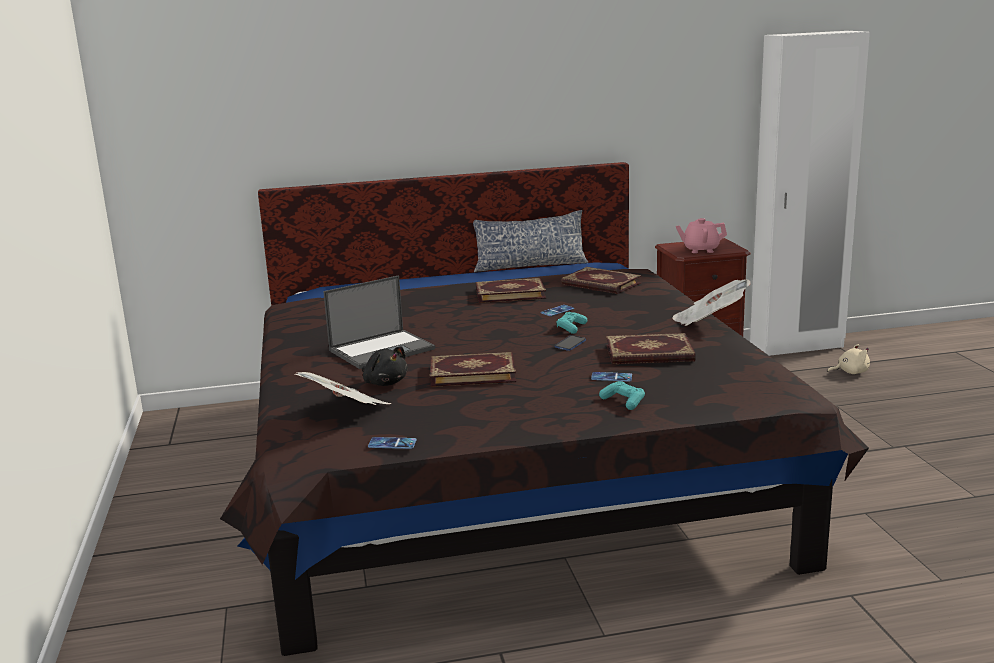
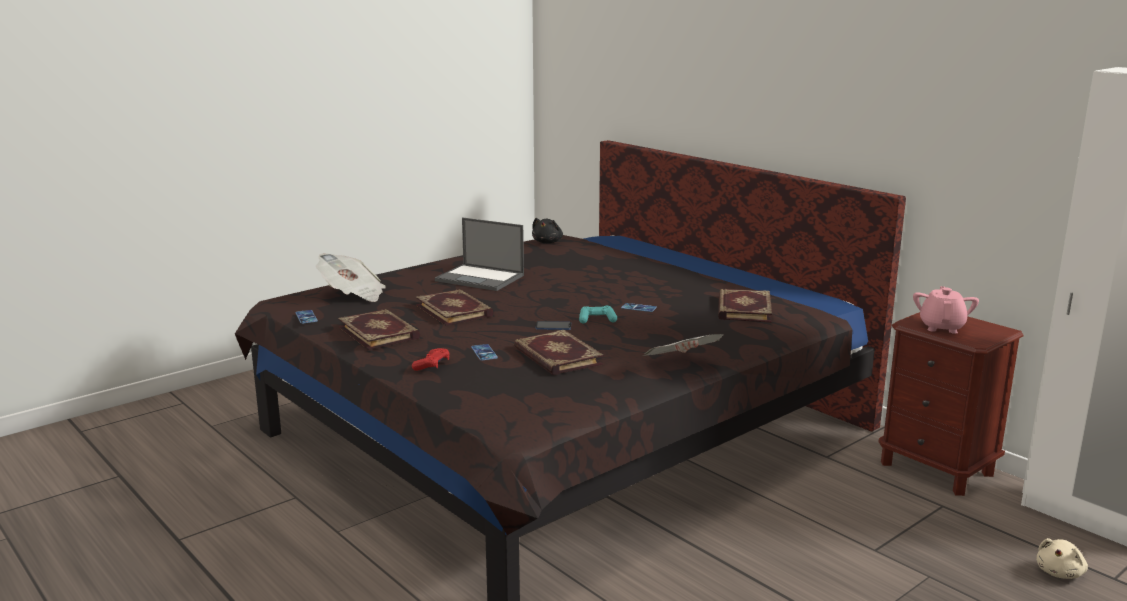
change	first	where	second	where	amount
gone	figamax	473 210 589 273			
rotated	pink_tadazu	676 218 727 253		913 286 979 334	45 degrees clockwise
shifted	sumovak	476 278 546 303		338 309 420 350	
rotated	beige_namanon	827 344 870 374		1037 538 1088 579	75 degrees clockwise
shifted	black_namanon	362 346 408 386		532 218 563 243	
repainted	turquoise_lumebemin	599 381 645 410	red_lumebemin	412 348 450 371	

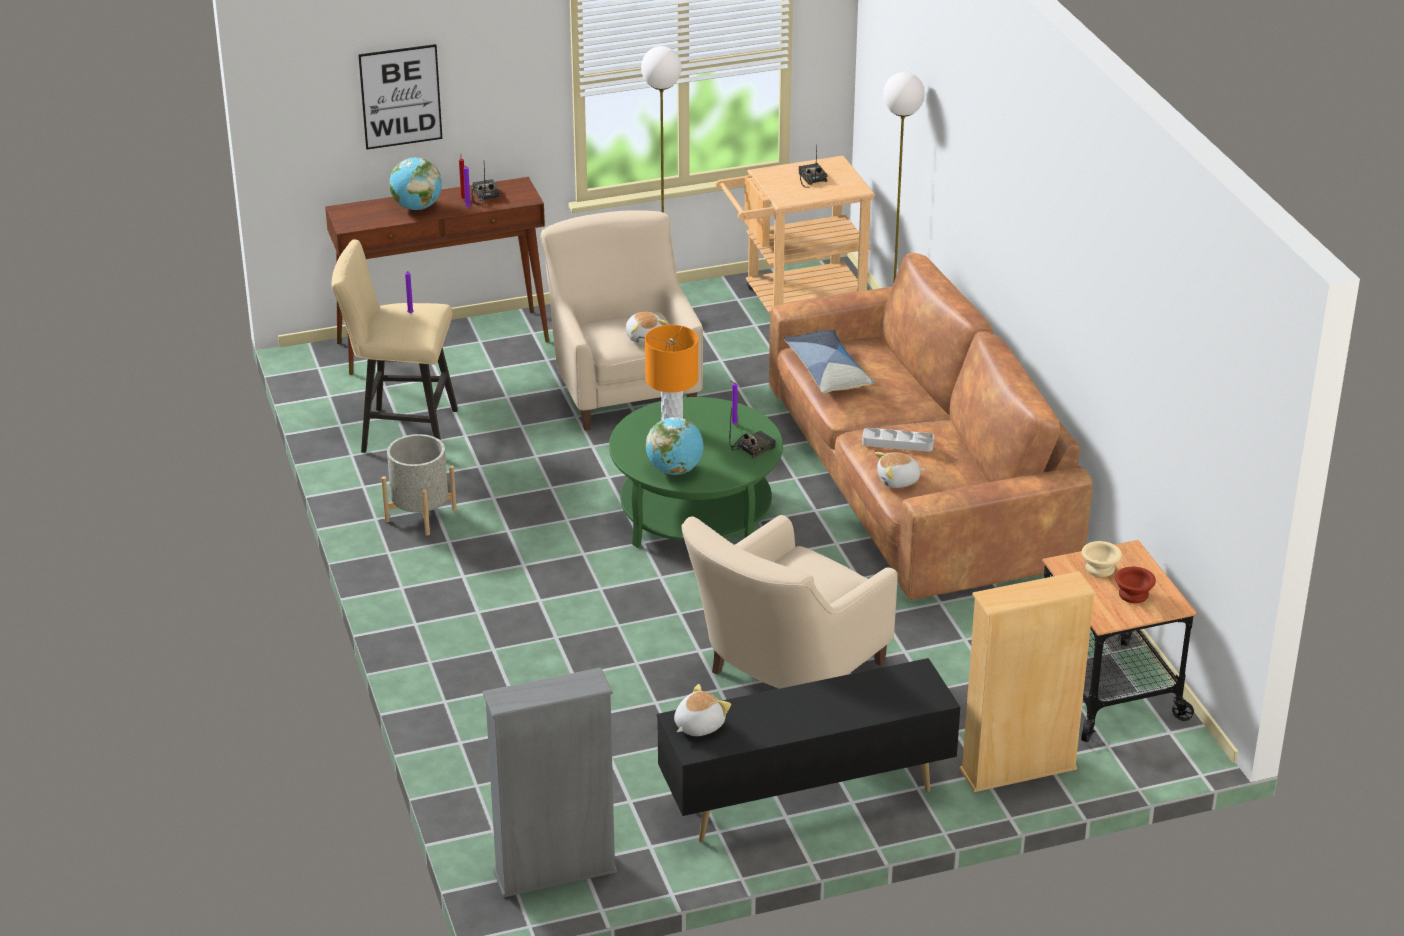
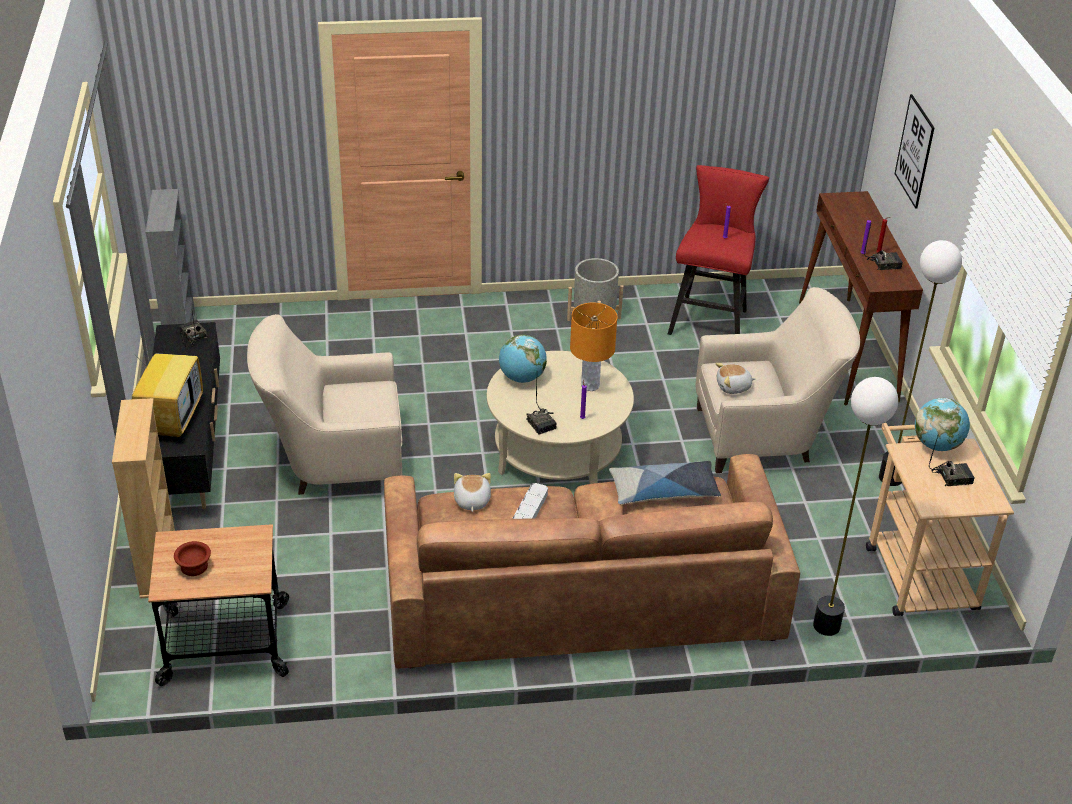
change	first	where	second	where	amount
shifted	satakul	390 157 442 210		915 398 970 451	
repainted	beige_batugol	331 239 458 453	red_batugol	668 165 769 335	
repainted	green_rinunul	609 397 783 548	beige_rinunul	487 351 634 484	
rotated	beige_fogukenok	681 515 898 689		247 314 402 495	60 degrees counterclockwise
gone	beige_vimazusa	1082 541 1122 577			
swapped	namanon	674 684 731 736	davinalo	179 312 208 347	
new			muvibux	132 324 203 438	

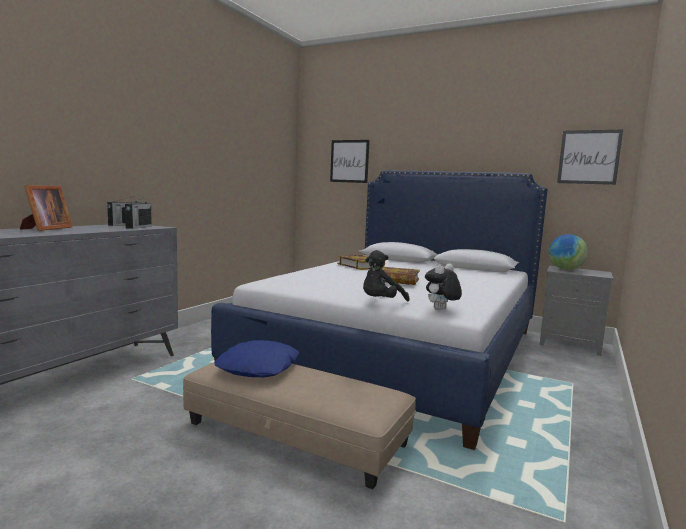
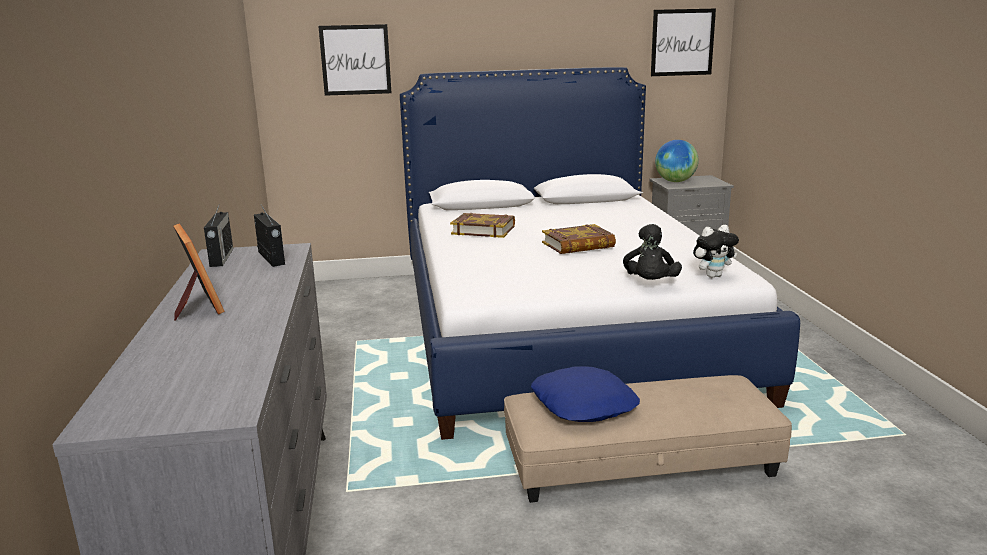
change	first	where	second	where	amount
rotated	namanon	425 263 462 310		693 225 739 278	120 degrees counterclockwise

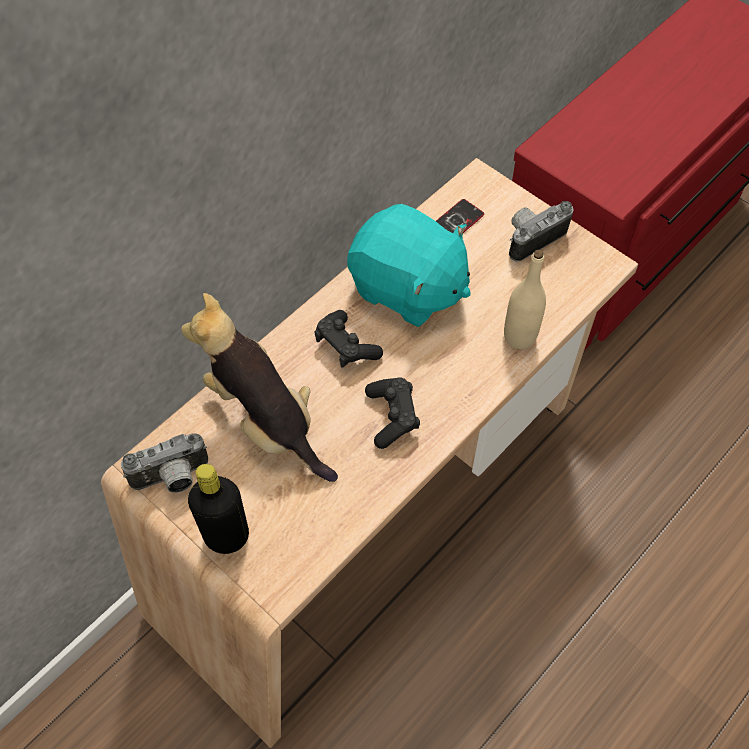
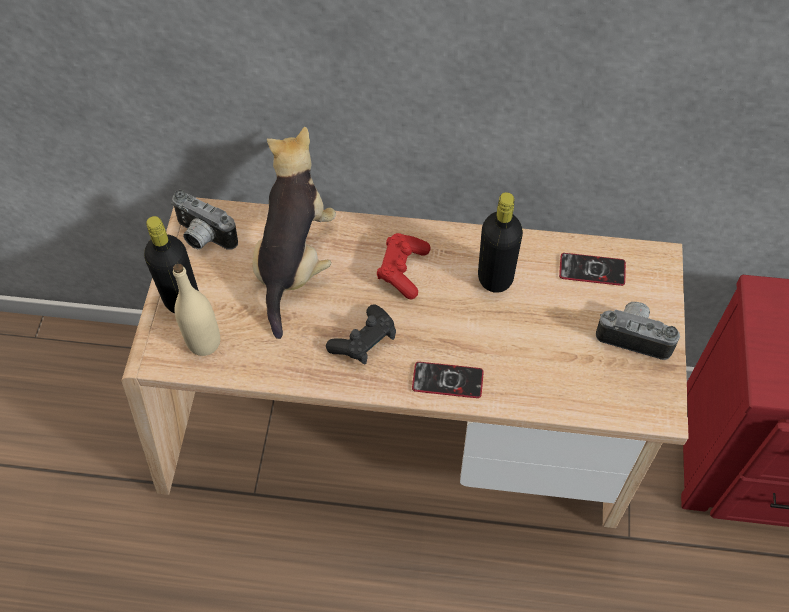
change	first	where	second	where	amount
swapped	turquoise_namanon	347 204 471 327	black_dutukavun	478 192 523 293	
shifted	beige_dutukavun	504 250 546 349		173 264 220 356	
repainted	black_lumebemin	314 310 383 367	red_lumebemin	377 233 431 300	
new			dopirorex	412 362 484 398	

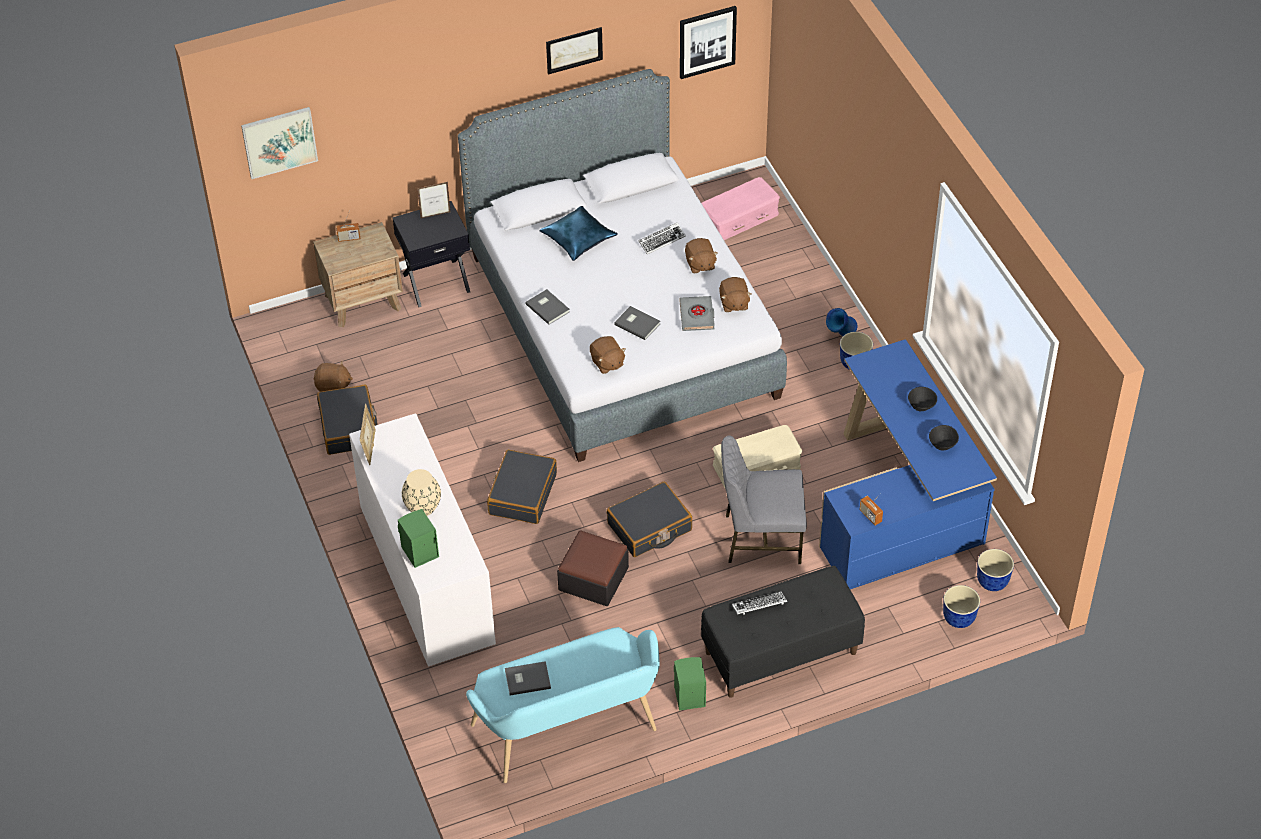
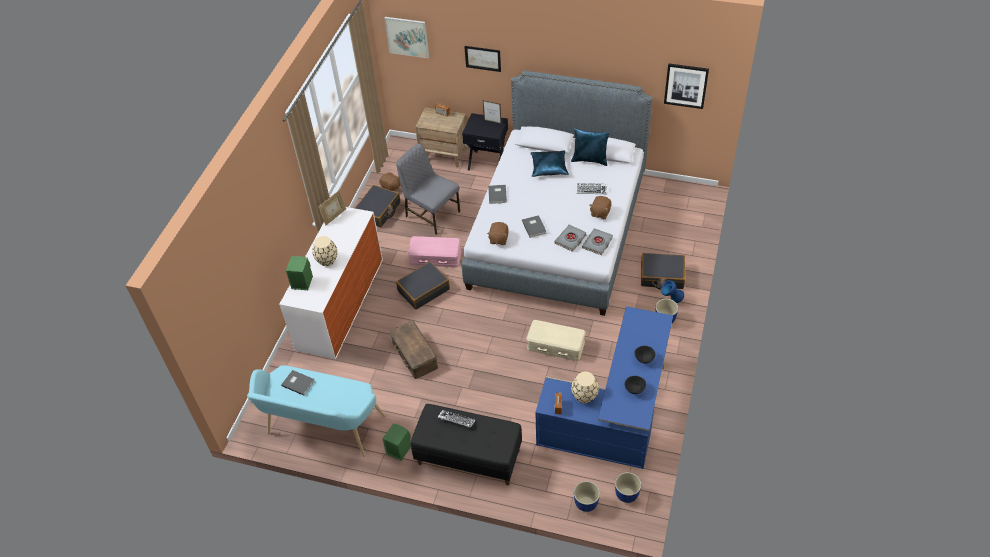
change	first	where	second	where	amount
shifted	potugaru	546 27 603 75		464 46 501 72	
shifted	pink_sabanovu	702 177 780 240		408 236 461 267	
swapped	brown_namanon	719 277 752 312	grey_sumovak	582 228 613 255	
shifted	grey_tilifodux	721 435 807 564		396 144 460 235	
shifted	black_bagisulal	607 482 692 557		641 253 685 290	
swapped	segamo	557 530 629 606	brown_sabanovu	390 321 438 379	
new			blue_figamax	571 128 609 166	
new			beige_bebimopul	571 371 599 404	

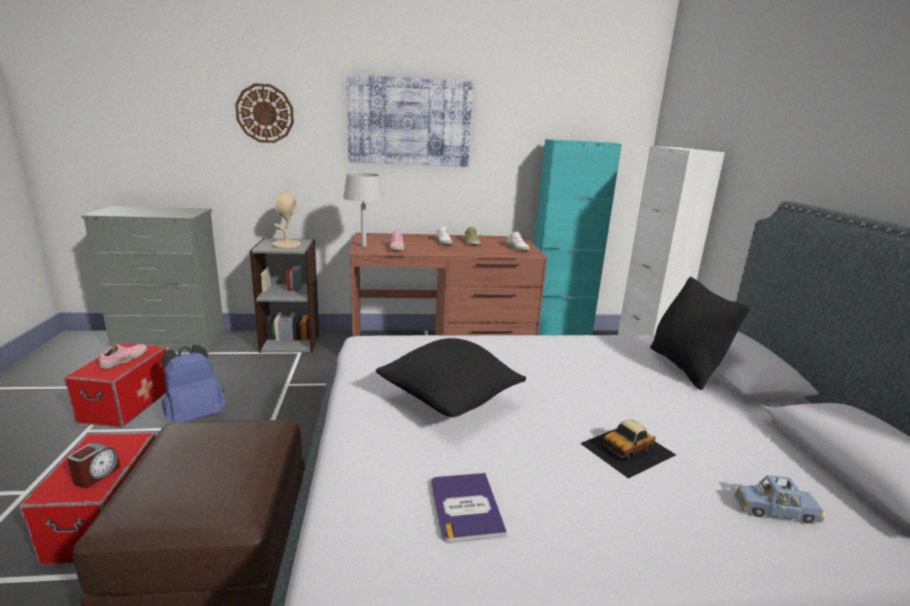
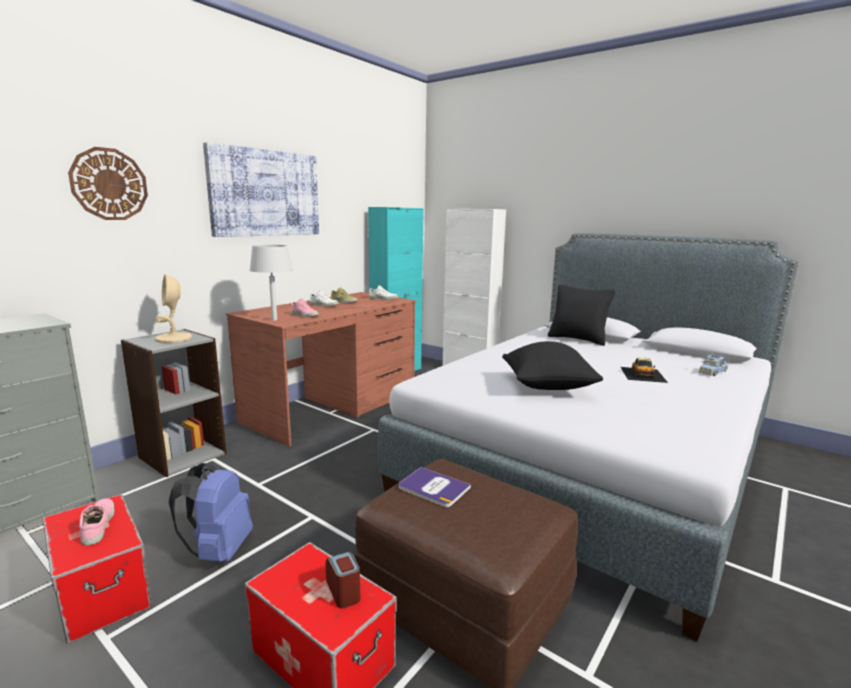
change	first	where	second	where	amount
shifted	sumovak	431 473 507 543		399 467 471 507	

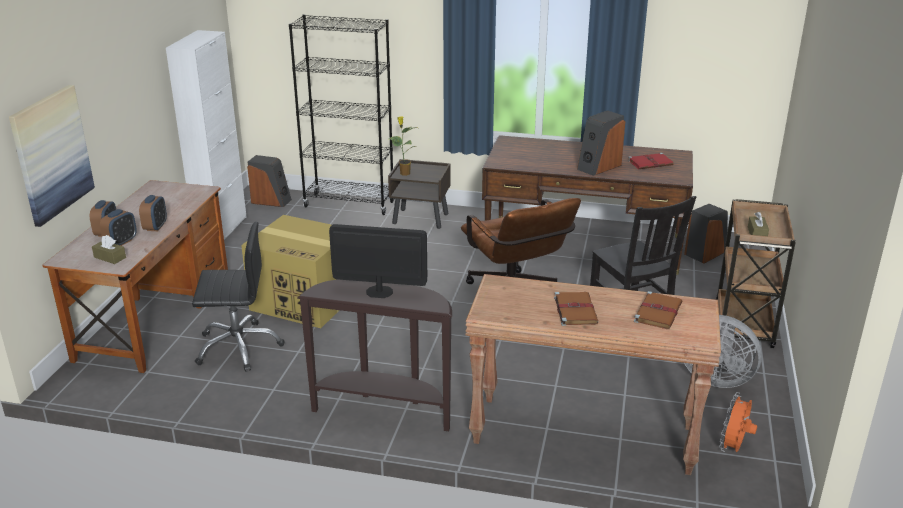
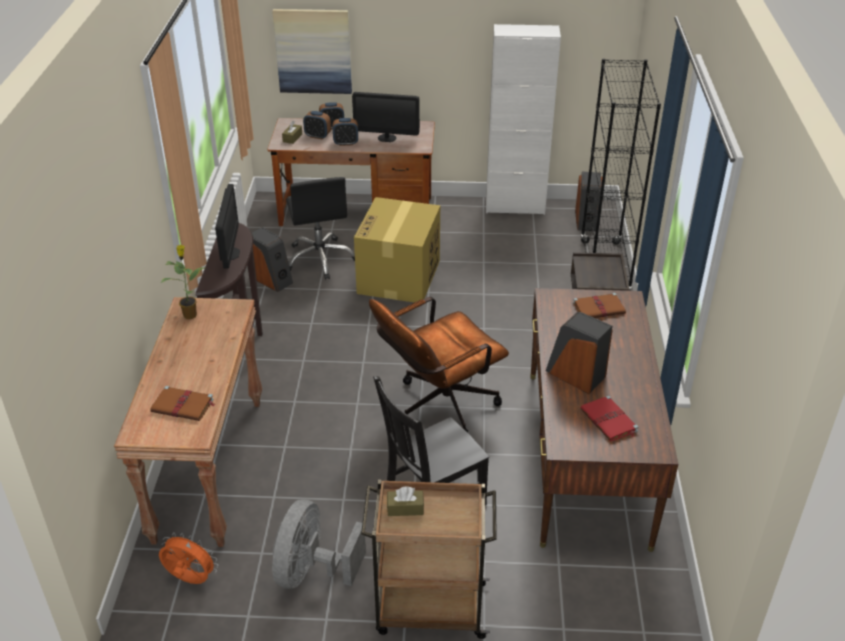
change	first	where	second	where	amount
shifted	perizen	389 117 417 176		161 245 206 319	
shifted	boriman	684 204 728 264		252 227 293 292	
shifted	brown_sumovak	554 292 598 326		573 293 626 318	
new			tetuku	352 92 420 142	

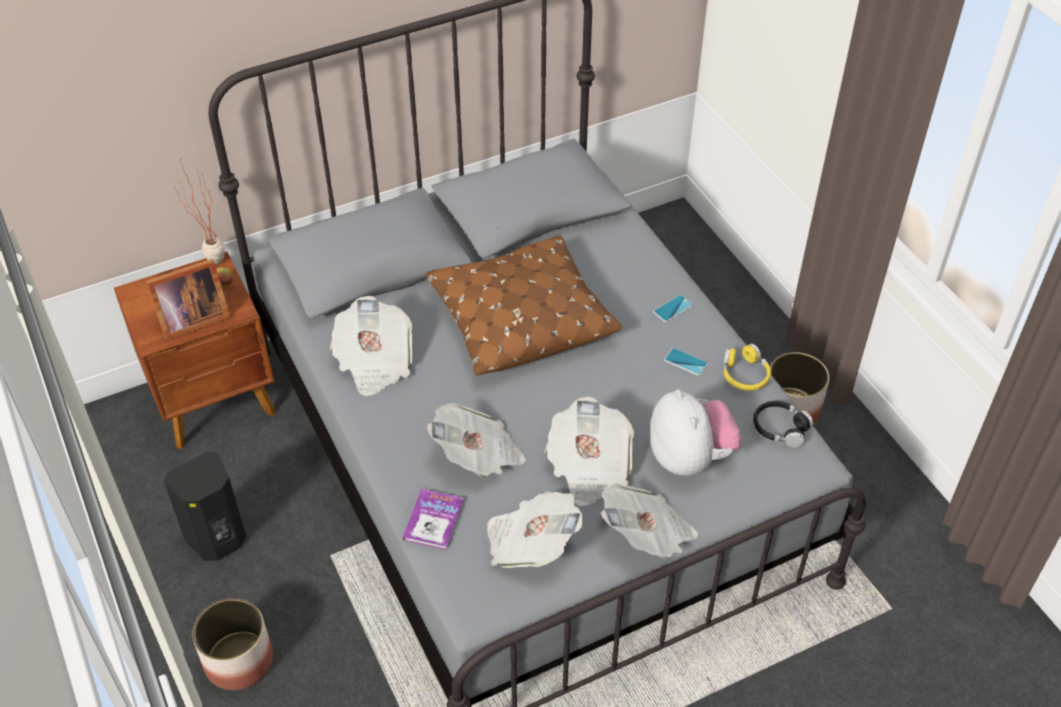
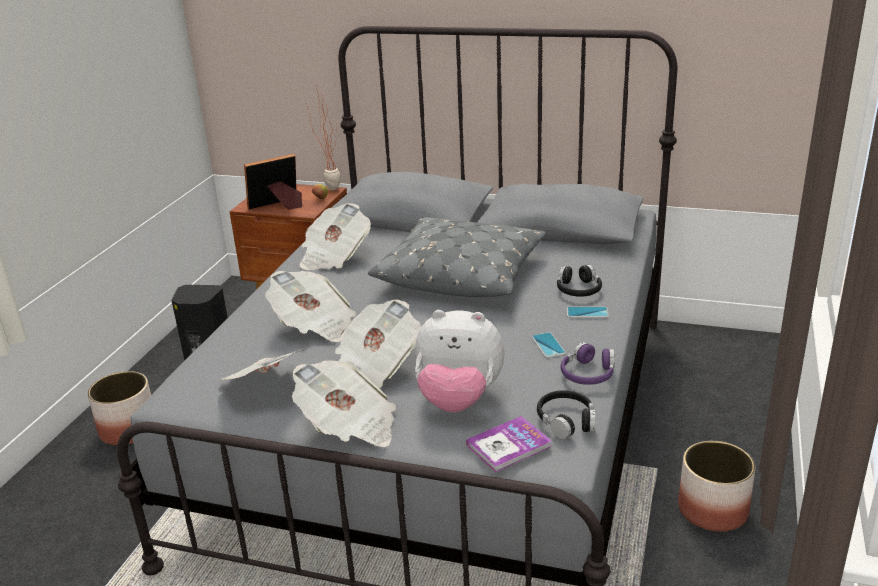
change	first	where	second	where	amount
repainted	brown_figamax	425 235 622 375	grey_figamax	368 217 546 297	
rotated	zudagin	146 259 231 340		244 154 302 210	135 degrees clockwise
repainted	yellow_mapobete	723 344 771 391	purple_mapobete	561 342 615 385	
rotated	namanon	650 389 741 476		415 310 504 412	75 degrees clockwise
shifted	sumovak	403 489 464 550		466 416 552 472	
new			black_mapobete	557 265 602 297	

